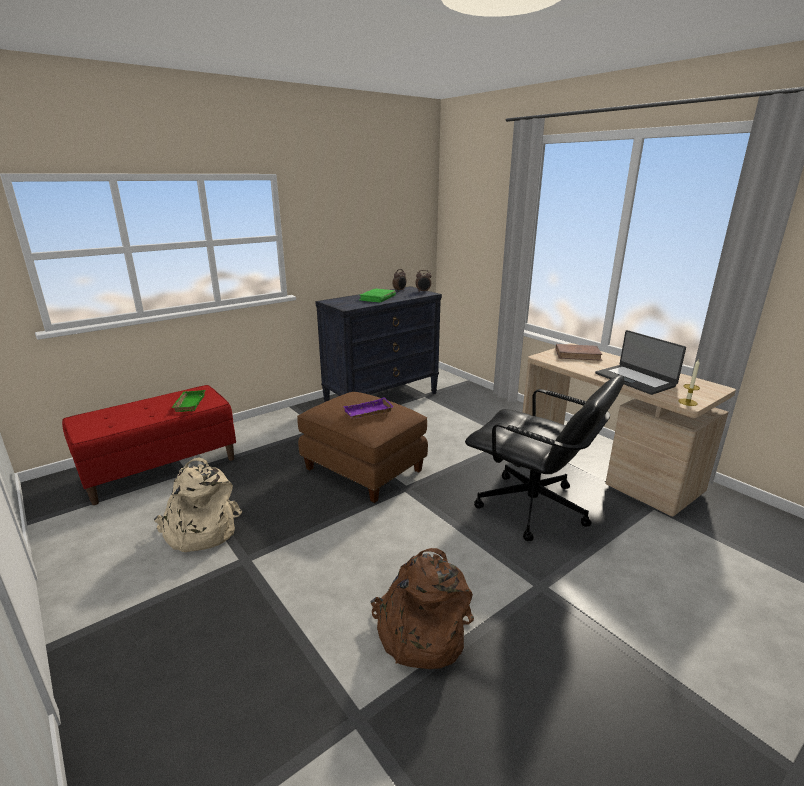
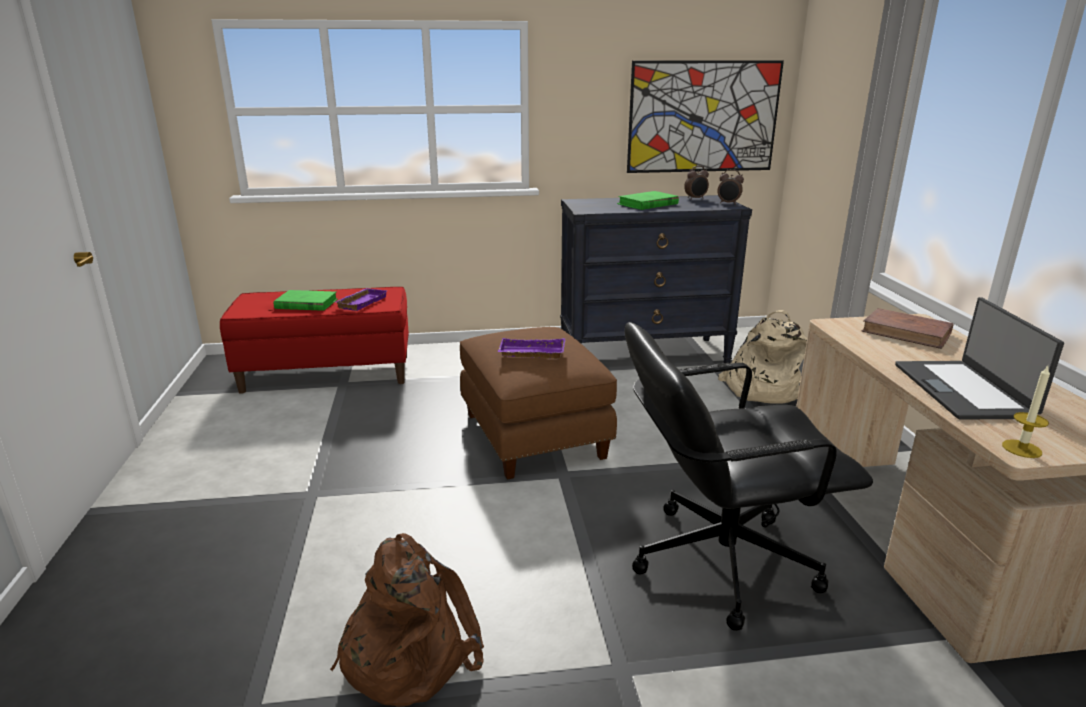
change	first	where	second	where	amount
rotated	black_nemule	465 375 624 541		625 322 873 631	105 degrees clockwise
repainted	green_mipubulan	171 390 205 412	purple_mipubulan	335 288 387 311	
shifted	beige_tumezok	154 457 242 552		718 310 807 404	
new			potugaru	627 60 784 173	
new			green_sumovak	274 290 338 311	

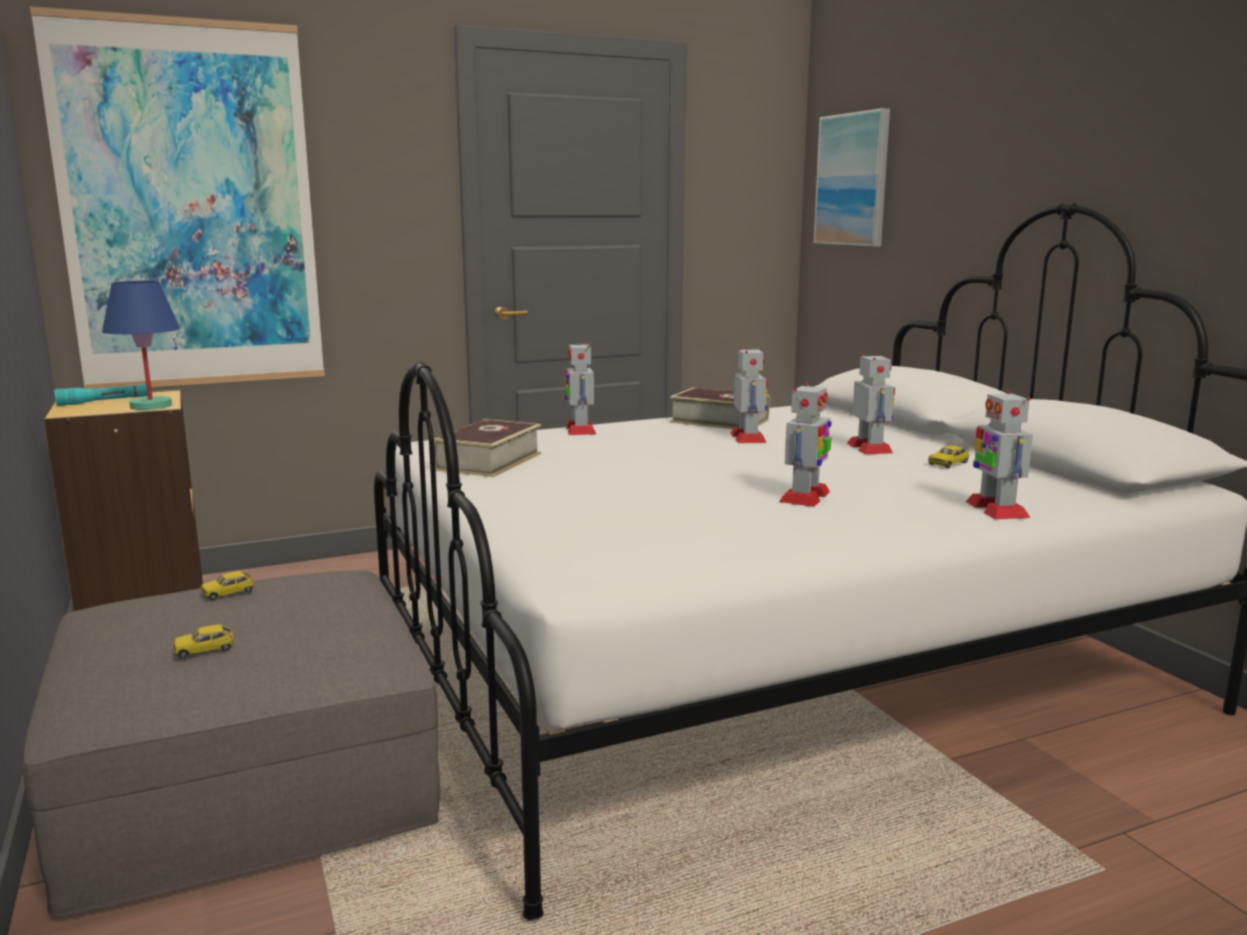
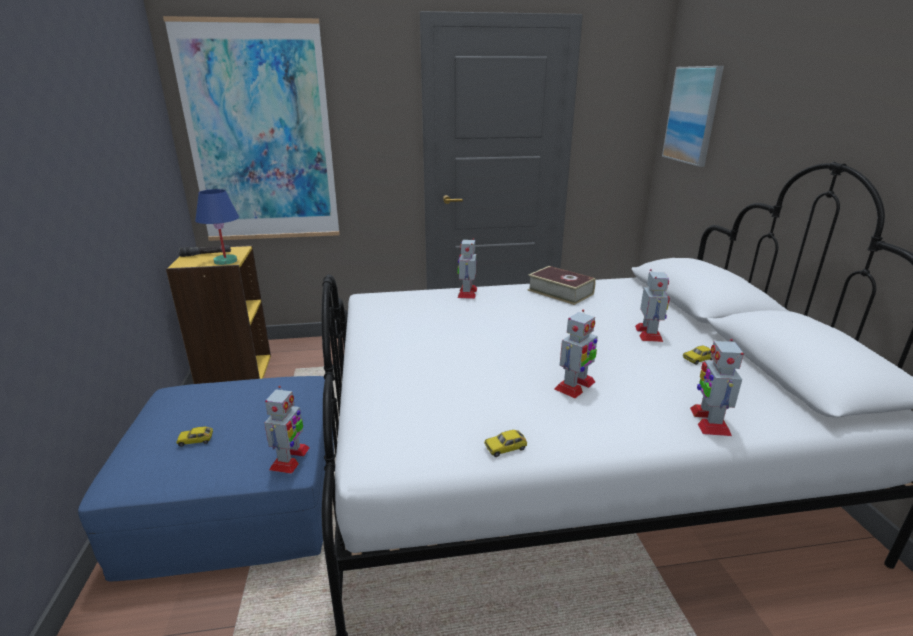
change	first	where	second	where	amount
shifted	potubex	730 347 768 443		264 386 310 474	
repainted	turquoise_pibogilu	54 384 148 406	black_pibogilu	179 245 231 257	
gone	sumovak	434 419 541 477			
repainted	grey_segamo	22 570 440 917	blue_segamo	78 376 334 581	
shifted	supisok	200 571 254 600		484 430 527 457	

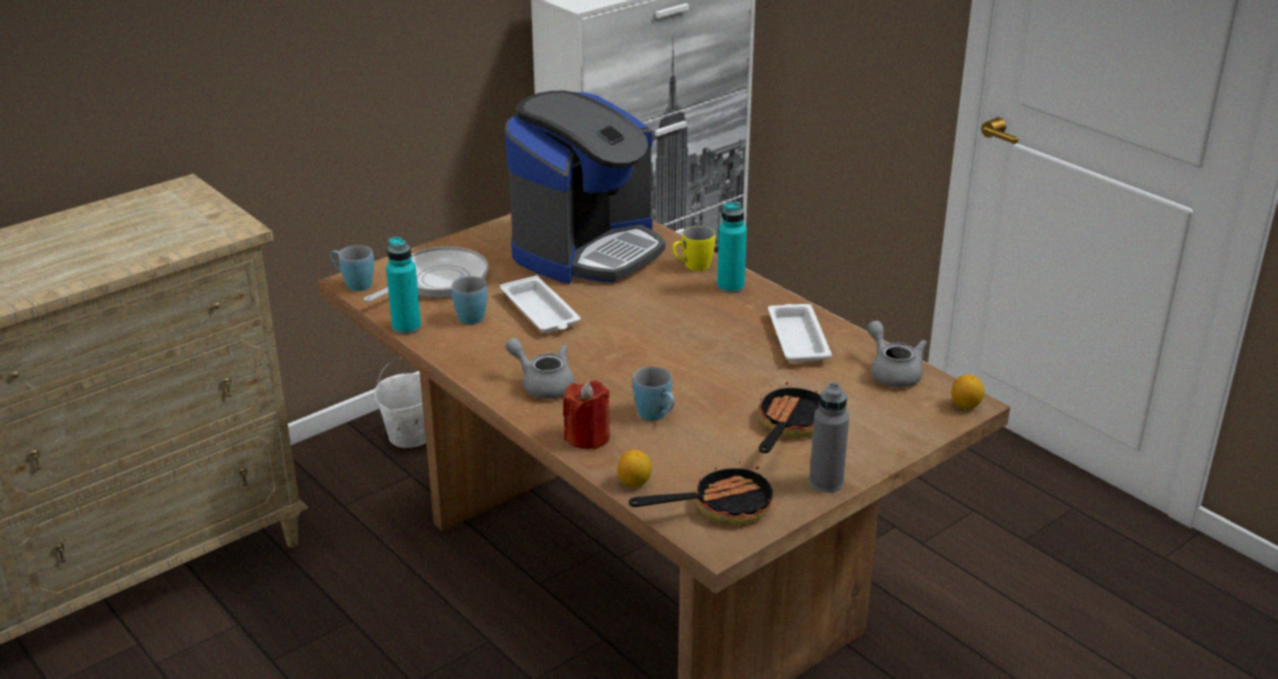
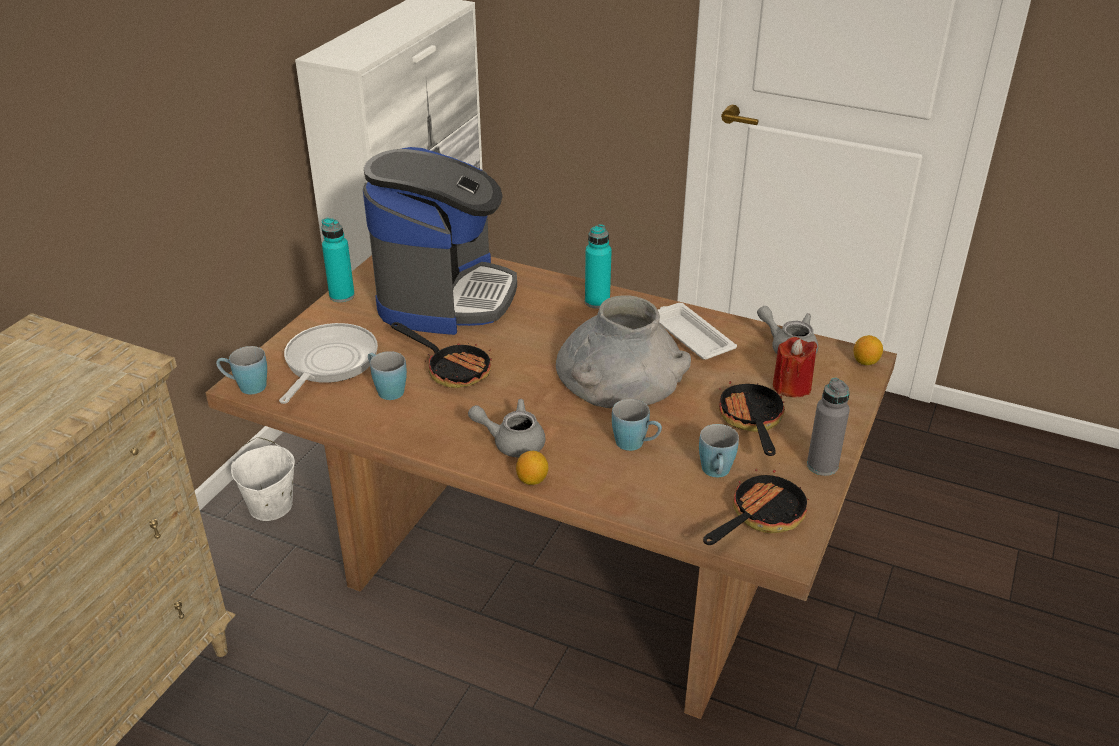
change	first	where	second	where	amount
gone	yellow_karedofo	672 226 715 271			
shifted	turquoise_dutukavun	386 237 421 334		321 218 355 302	
swapped	white_mipubulan	500 275 581 333	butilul	391 322 492 388	
shifted	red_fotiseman	563 380 610 449		773 337 817 397	
shifted	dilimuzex	617 450 652 487		516 451 548 485	
new			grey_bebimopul	556 295 691 408	
new			blue_karedofo	699 424 739 477	

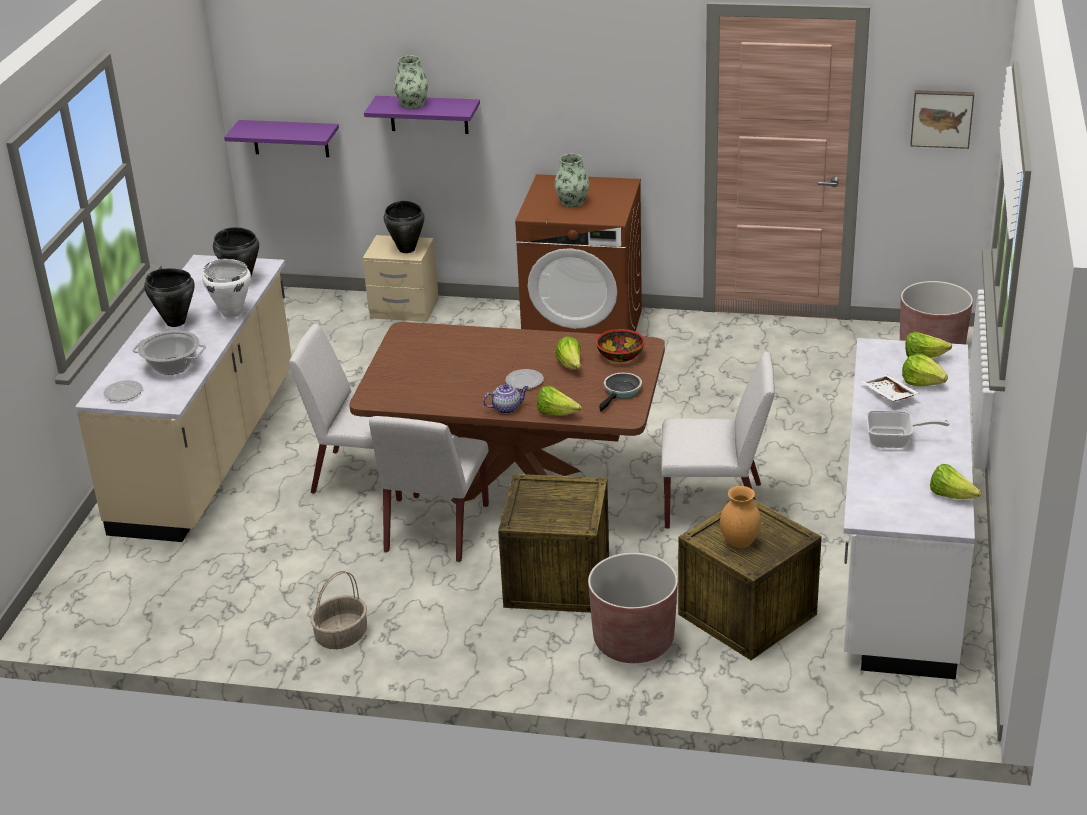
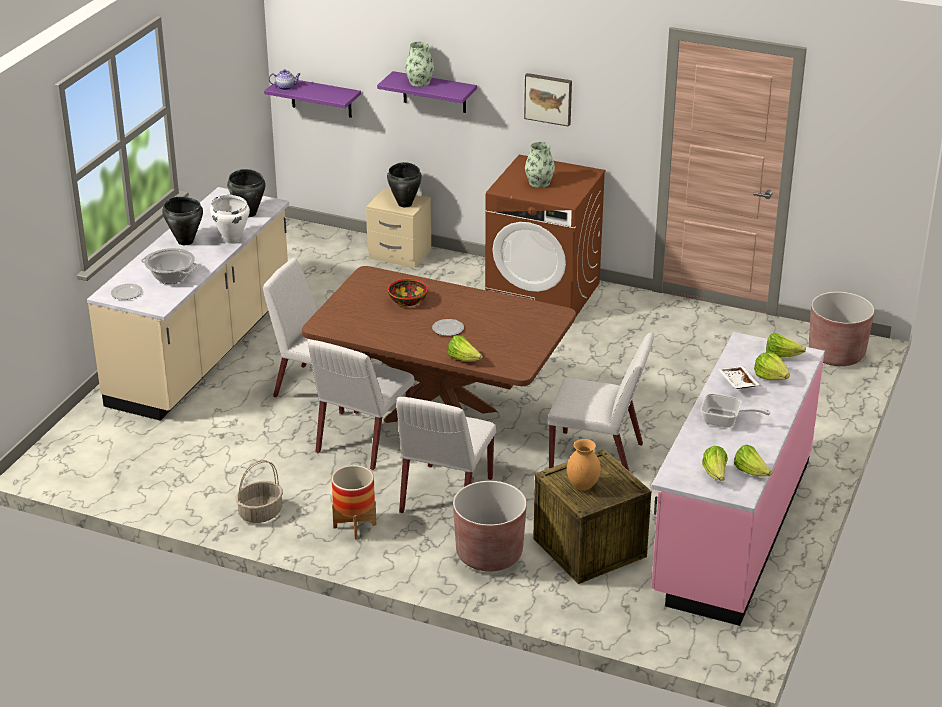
change	first	where	second	where	amount
shifted	potugaru	910 90 974 149		524 73 572 127	
shifted	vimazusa	596 329 644 362		388 279 428 306	
shifted	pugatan	556 337 581 369		702 446 728 481	
repainted	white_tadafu	843 338 975 679	pink_tadafu	651 332 825 626	
gone	butilul	599 373 642 412			
shifted	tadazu	483 384 528 414		269 69 301 90	
swapped	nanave	498 474 609 613	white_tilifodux	396 397 496 513	
new			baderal	332 465 376 540	

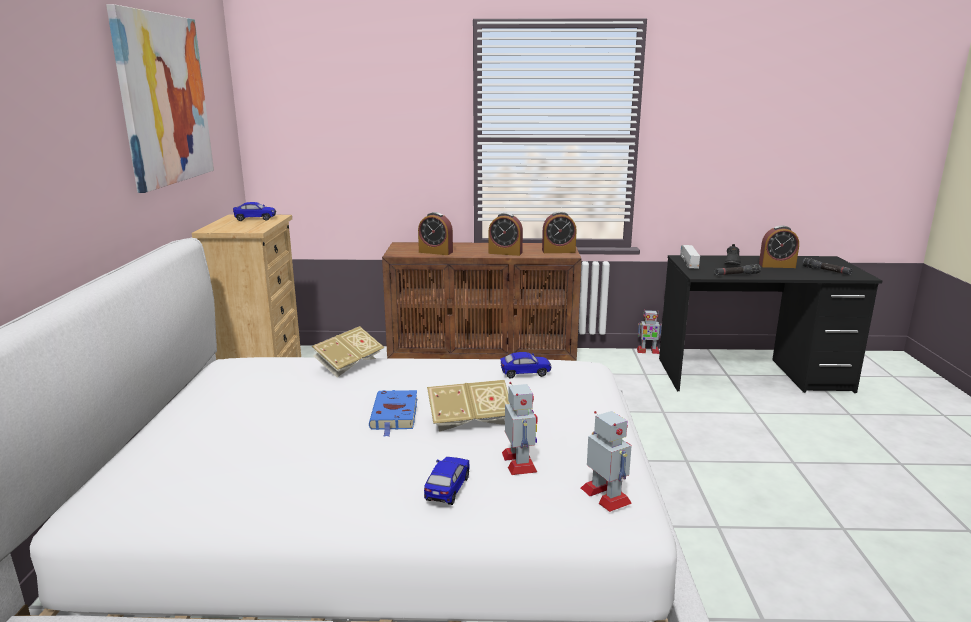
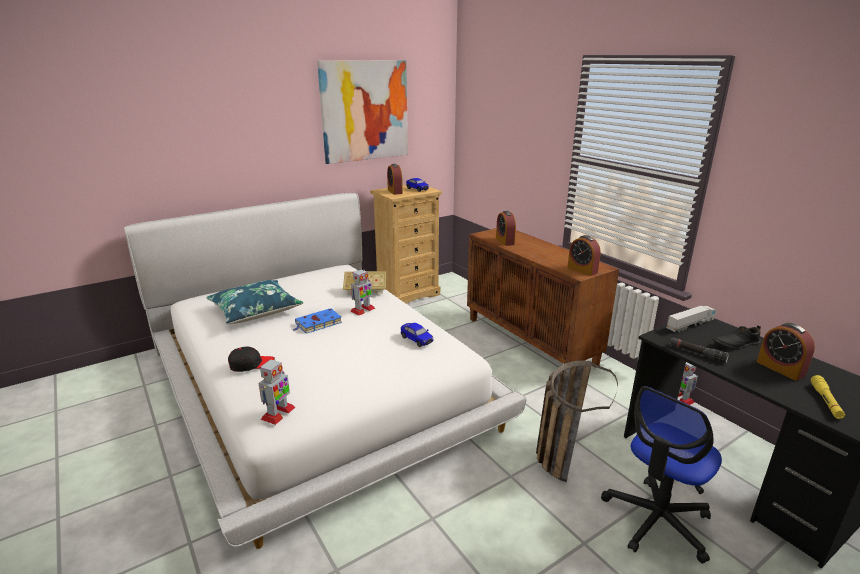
change	first	where	second	where	amount
shifted	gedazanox	488 213 523 256		387 164 403 195	
repainted	black_pibogilu	802 258 853 275	yellow_pibogilu	811 375 845 419	
gone	sumovak	427 380 510 432			
shifted	potubex	502 382 537 475		350 268 375 316	
swapped	supisok	424 457 469 505	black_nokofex	228 347 274 372	
new			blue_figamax	206 280 303 324	
new			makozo	536 361 618 482	
new			nemule	601 386 722 564	

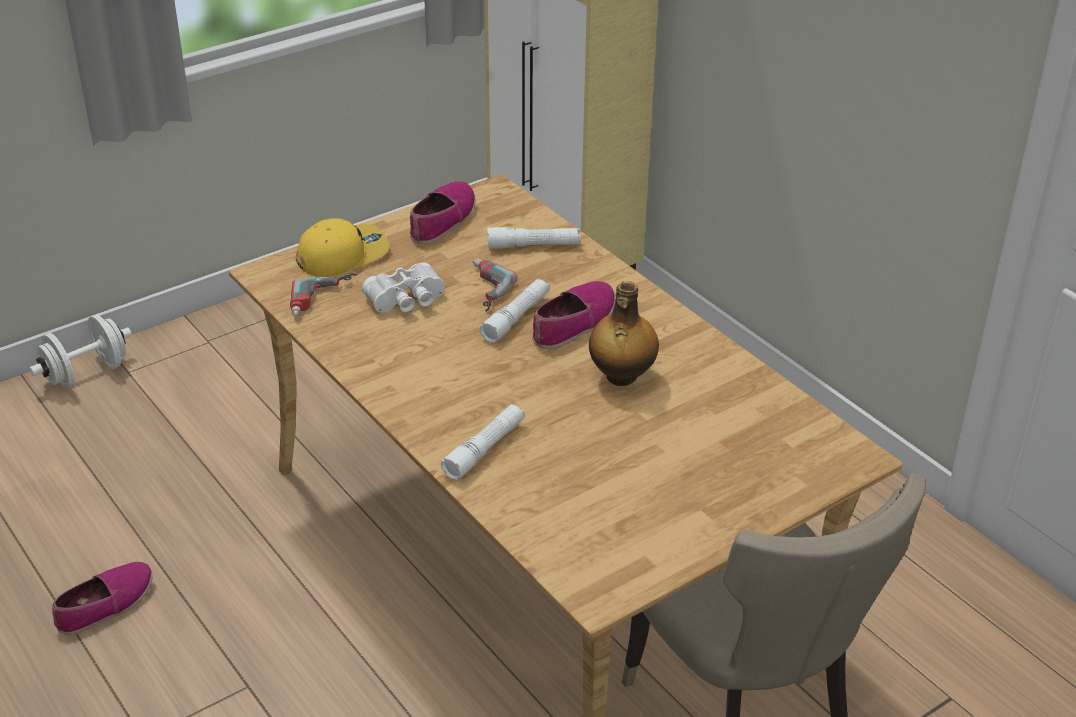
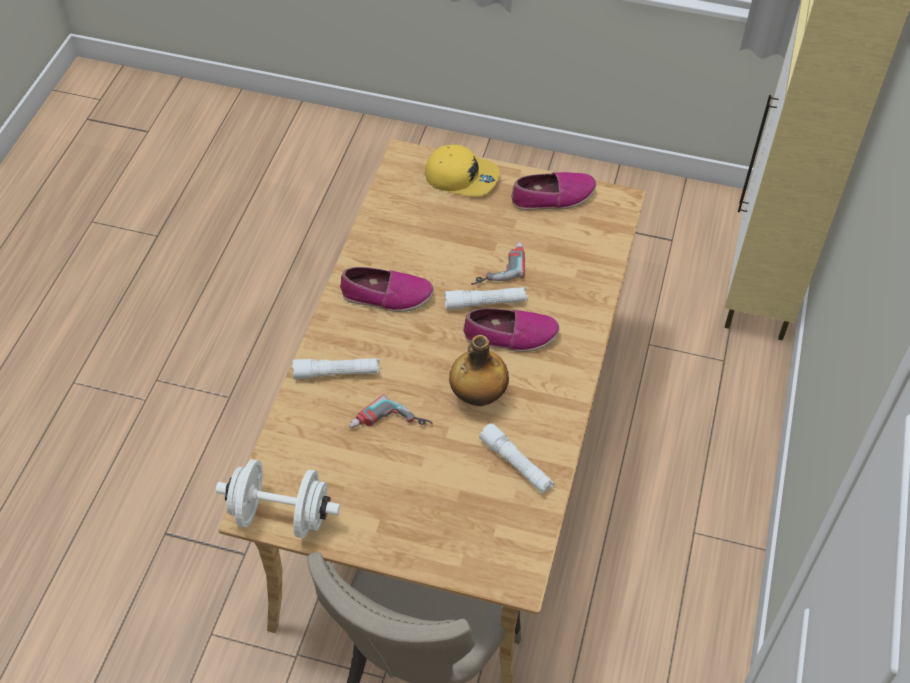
change	first	where	second	where	amount
shifted	white_pibogilu	487 227 581 249		479 423 554 494	
gone	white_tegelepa	362 263 445 313			
shifted	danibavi	290 273 357 317		349 395 433 428	
shifted	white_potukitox	30 315 132 388		216 459 340 538	
shifted	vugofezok	52 562 153 635		340 267 434 312	

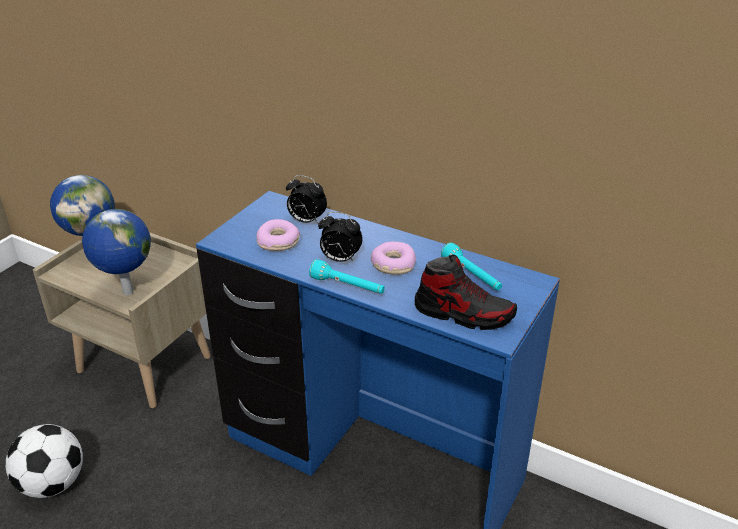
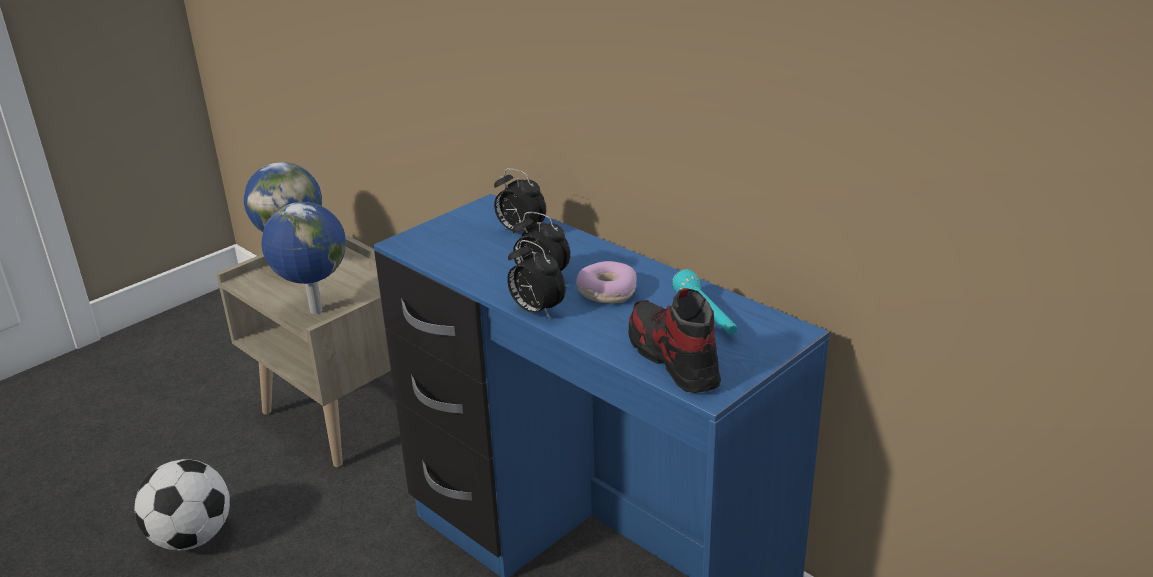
change	first	where	second	where	amount
gone	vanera	256 219 300 251			
rotated	vugofezok	415 255 517 330		628 288 721 393	150 degrees counterclockwise
swapped	turquoise_pibogilu	309 259 385 294	gedazanox	507 240 566 319	

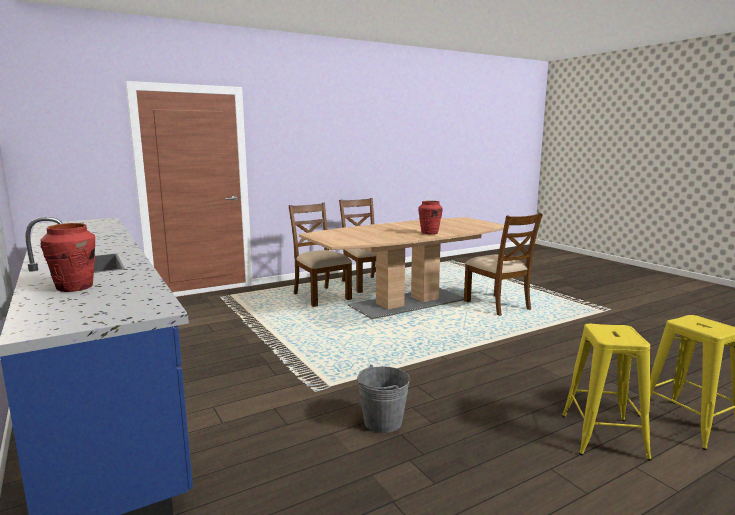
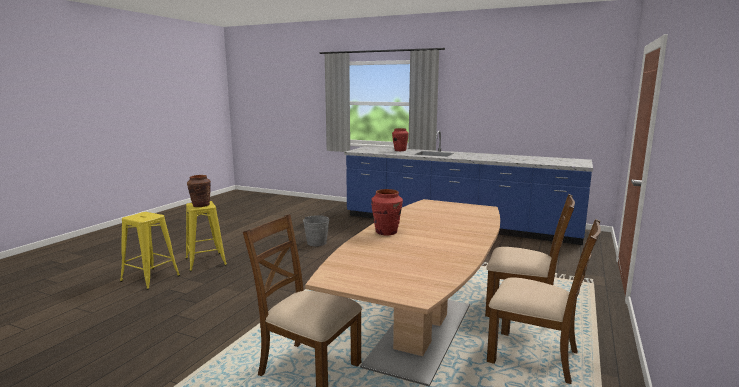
change	first	where	second	where	amount
new			brown_bebimopul	187 175 211 207	

